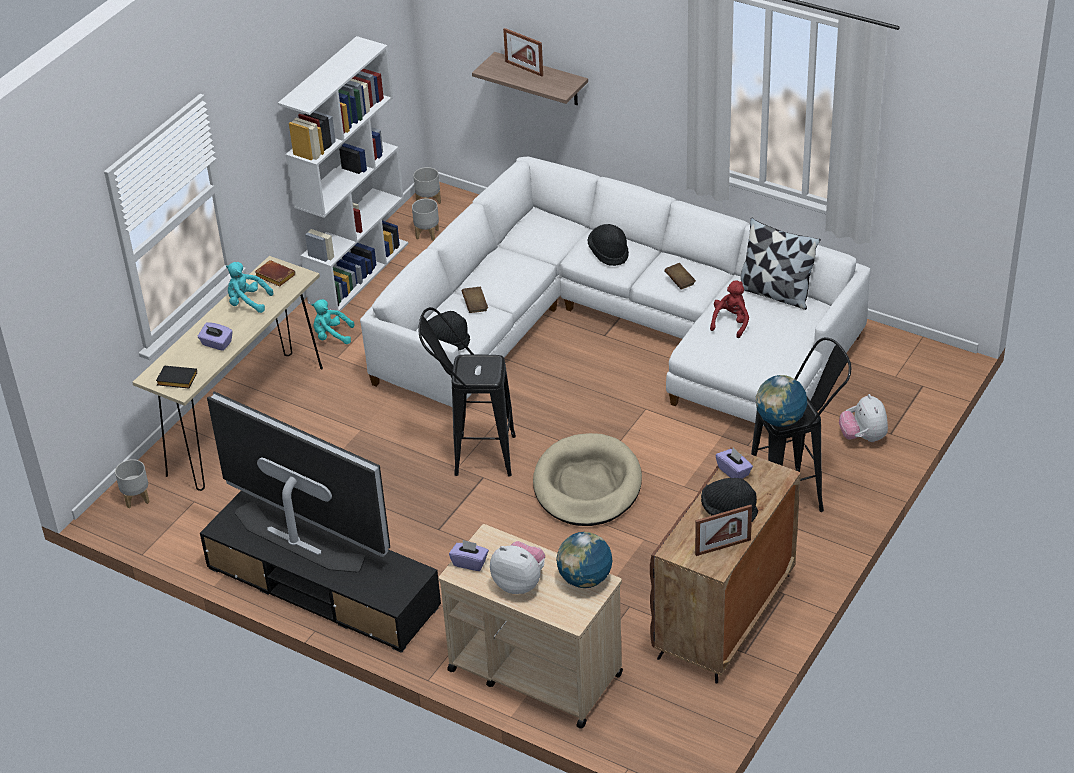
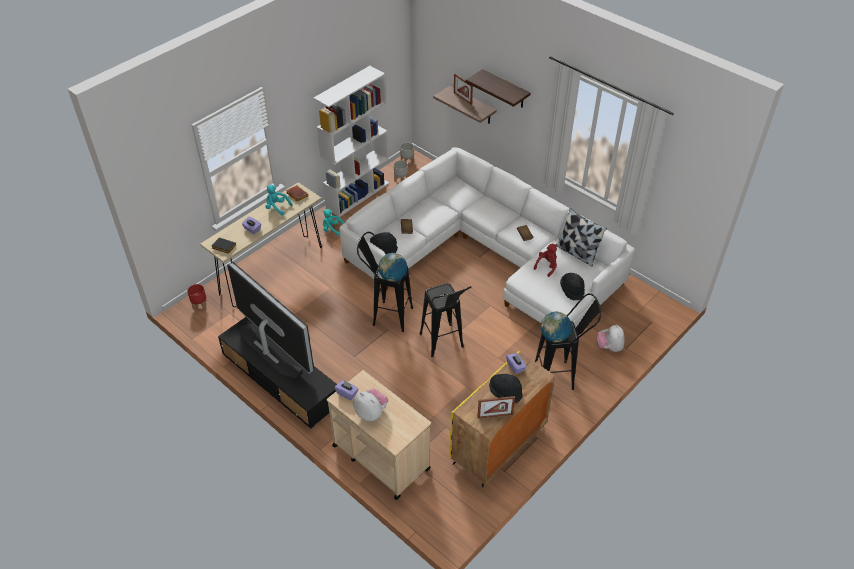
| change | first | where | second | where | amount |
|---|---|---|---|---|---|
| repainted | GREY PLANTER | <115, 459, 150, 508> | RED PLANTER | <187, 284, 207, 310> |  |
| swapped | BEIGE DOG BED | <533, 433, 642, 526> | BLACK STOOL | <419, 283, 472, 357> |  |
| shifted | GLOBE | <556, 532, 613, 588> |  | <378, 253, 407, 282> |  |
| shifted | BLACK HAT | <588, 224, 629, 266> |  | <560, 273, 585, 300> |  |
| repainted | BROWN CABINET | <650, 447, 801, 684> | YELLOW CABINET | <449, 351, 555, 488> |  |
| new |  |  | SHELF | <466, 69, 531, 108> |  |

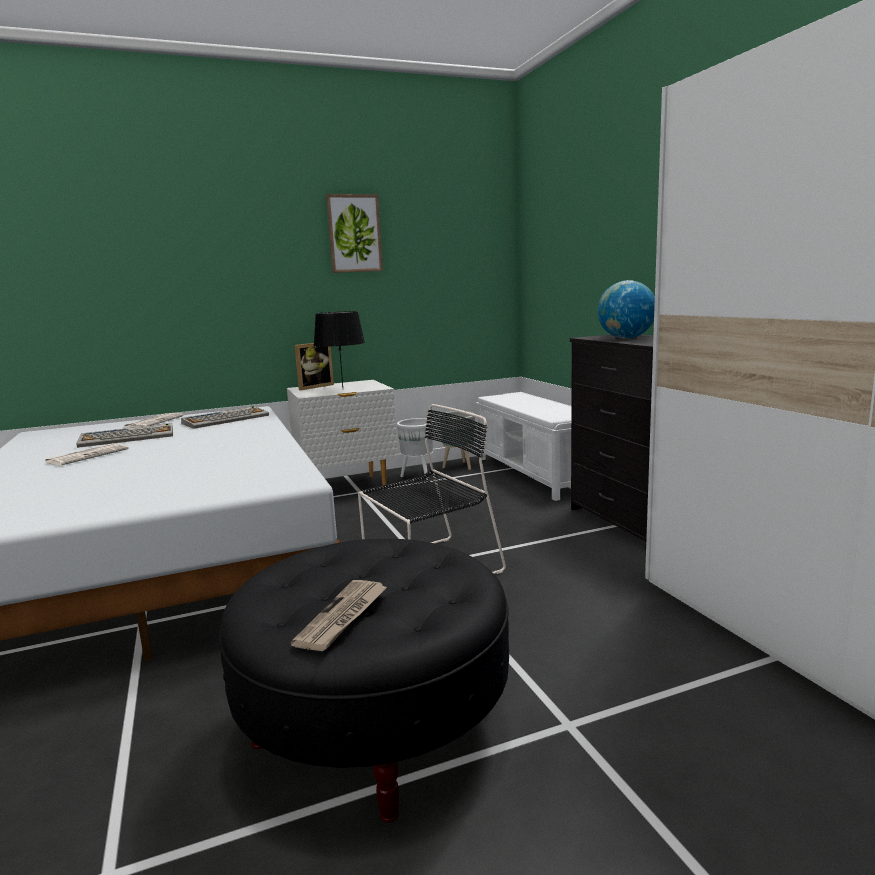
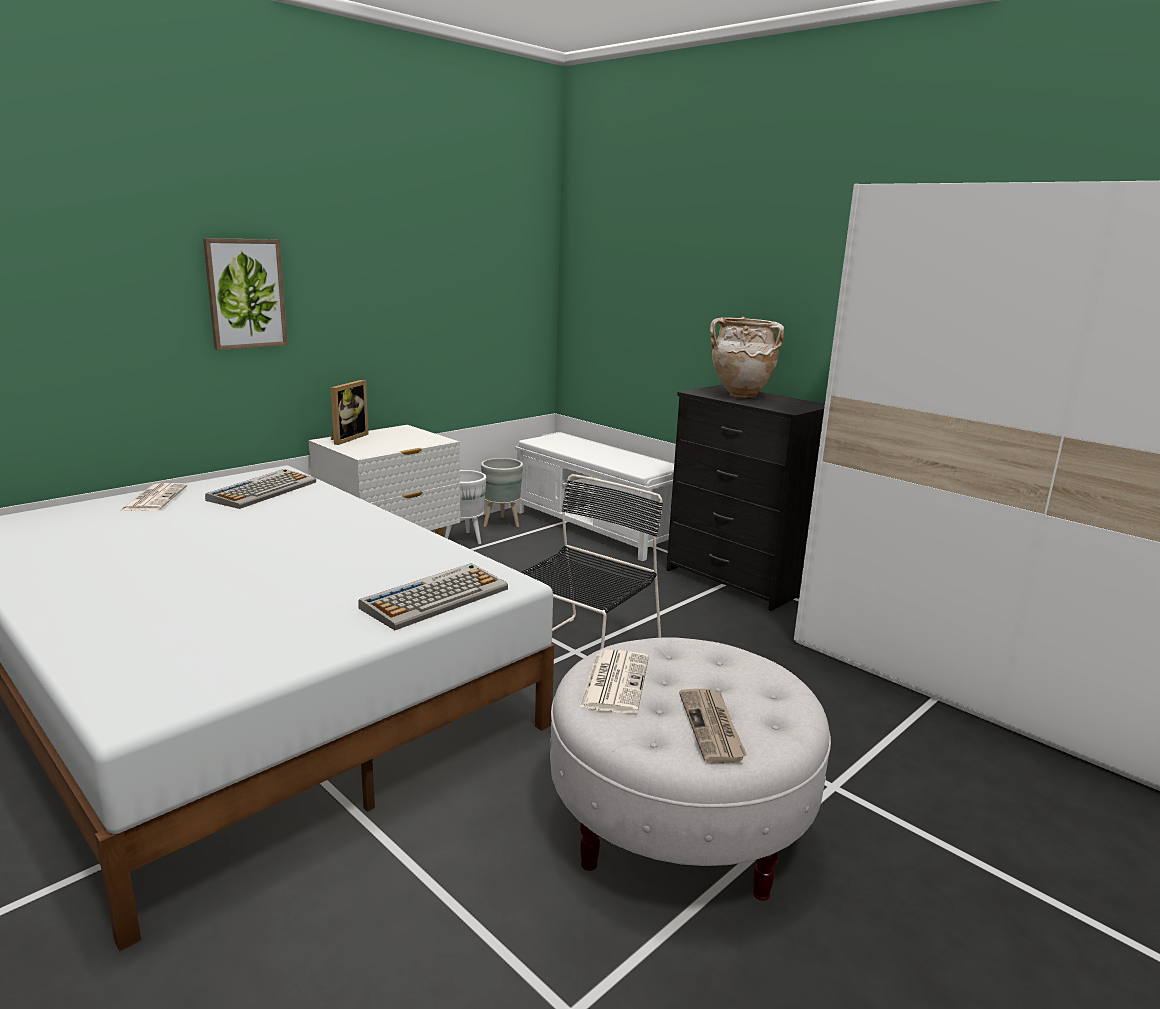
| change | first | where | second | where | amount |
|---|---|---|---|---|---|
| shifted | NEWSPAPER | <45, 443, 128, 466> |  | <579, 650, 649, 714> |  |
| shifted | KEYBOARD | <76, 423, 173, 448> |  | <358, 563, 508, 630> |  |
| repainted | BLACK OTTOMAN | <218, 539, 509, 822> | WHITE OTTOMAN | <550, 637, 831, 901> |  |
| gone | BLACK TABLE LAMP | <314, 311, 365, 387> |  |  |  |
| shifted | PICTURE | <326, 194, 383, 273> |  | <203, 238, 288, 350> |  |
| swapped | GLOBE | <598, 280, 655, 339> | BEIGE VASE | <710, 317, 784, 399> |  |

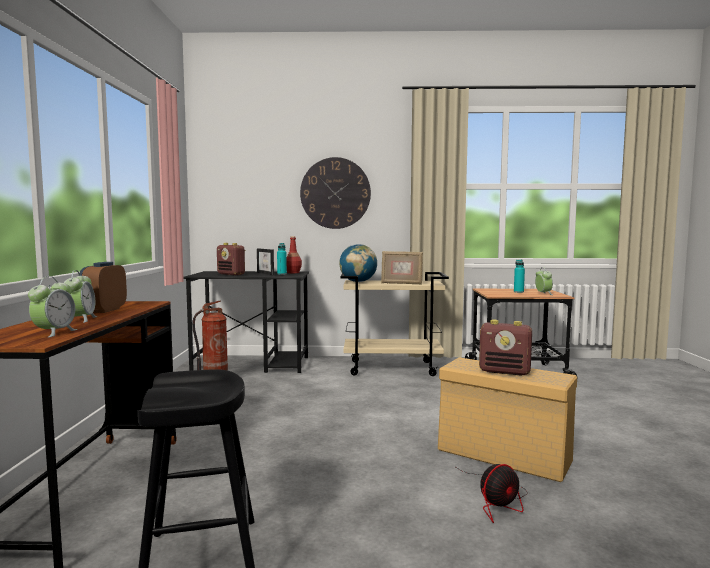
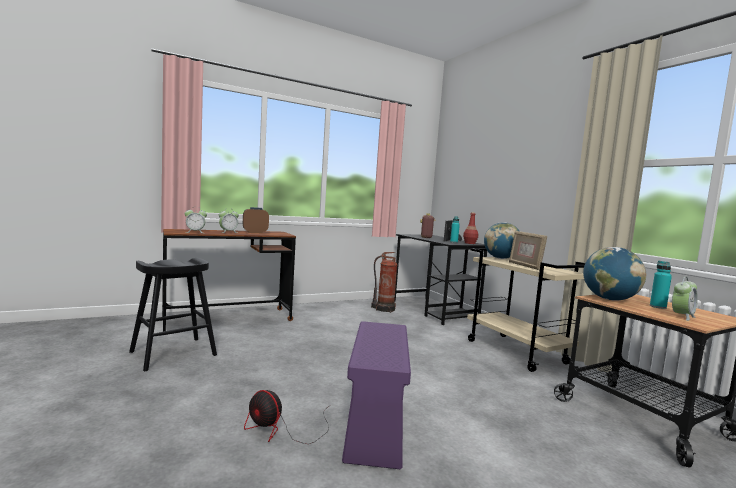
| change | first | where | second | where | amount |
|---|---|---|---|---|---|
| gone | WALL CLOCK | <300, 157, 371, 229> |  |  |  |
| repainted | BEIGE STORAGE BOX | <438, 357, 577, 482> | PURPLE STORAGE BOX | <342, 321, 411, 469> |  |
| gone | RADIO | <479, 320, 532, 376> |  |  |  |
| new |  |  | GLOBE | <583, 247, 647, 301> |  |

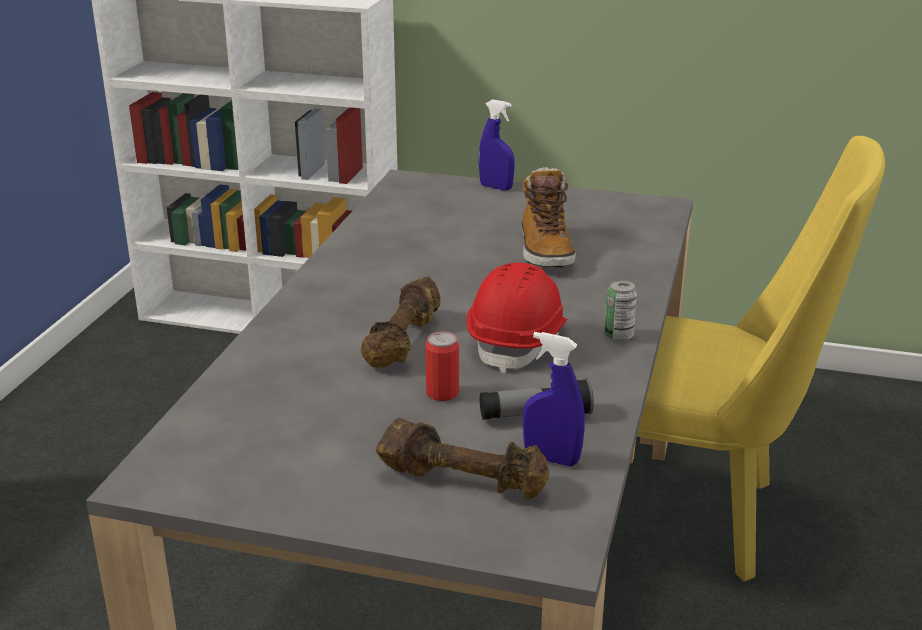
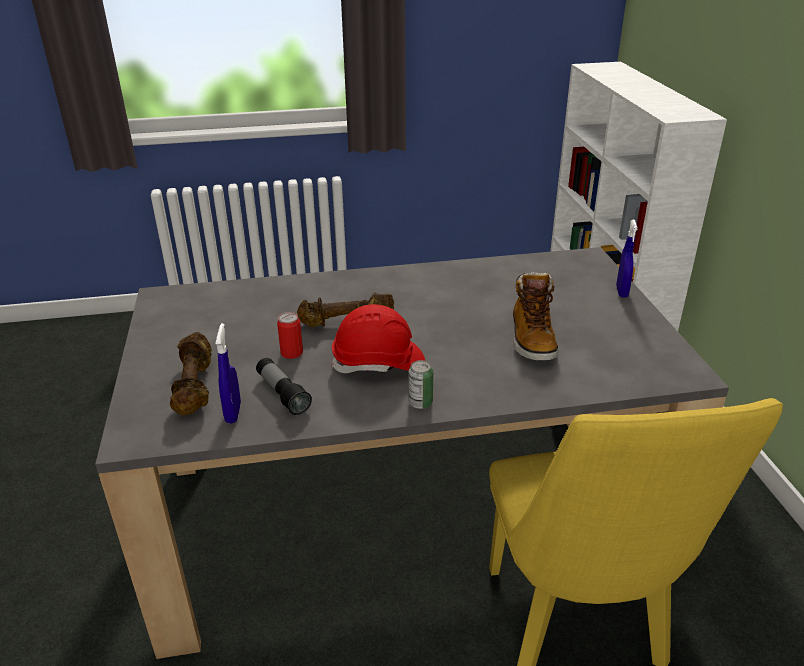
| change | first | where | second | where | amount |
|---|---|---|---|---|---|
| rotated | BOOT | <521, 167, 576, 268> |  | <513, 272, 559, 361> | 60 degrees counterclockwise |

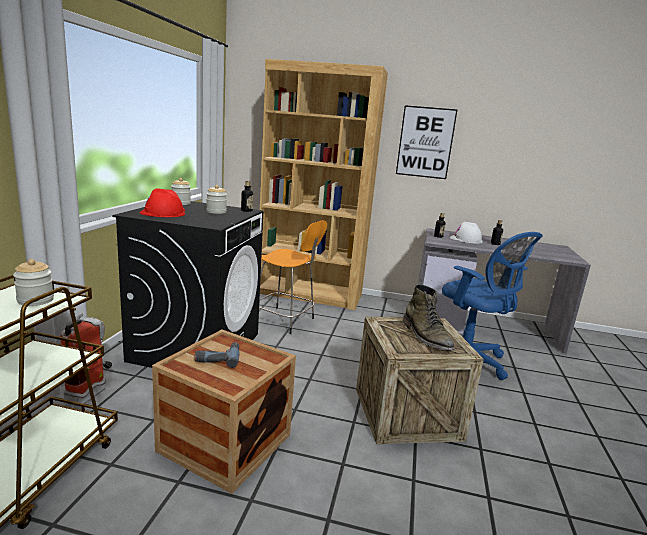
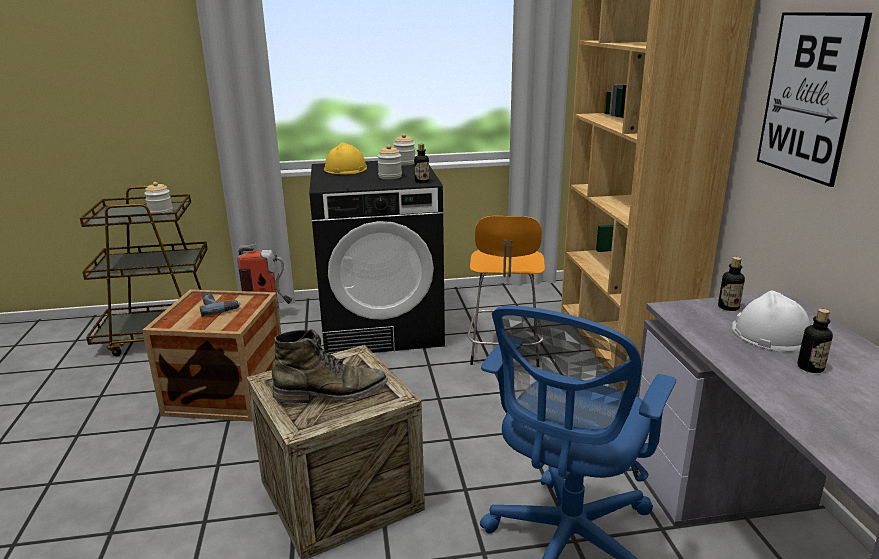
| change | first | where | second | where | amount |
|---|---|---|---|---|---|
| repainted | RED HARD HAT | <139, 189, 185, 217> | YELLOW HARD HAT | <324, 142, 367, 175> |  |
| rotated | GREEN BOOT | <403, 284, 455, 350> |  | <272, 329, 388, 403> | 150 degrees counterclockwise |

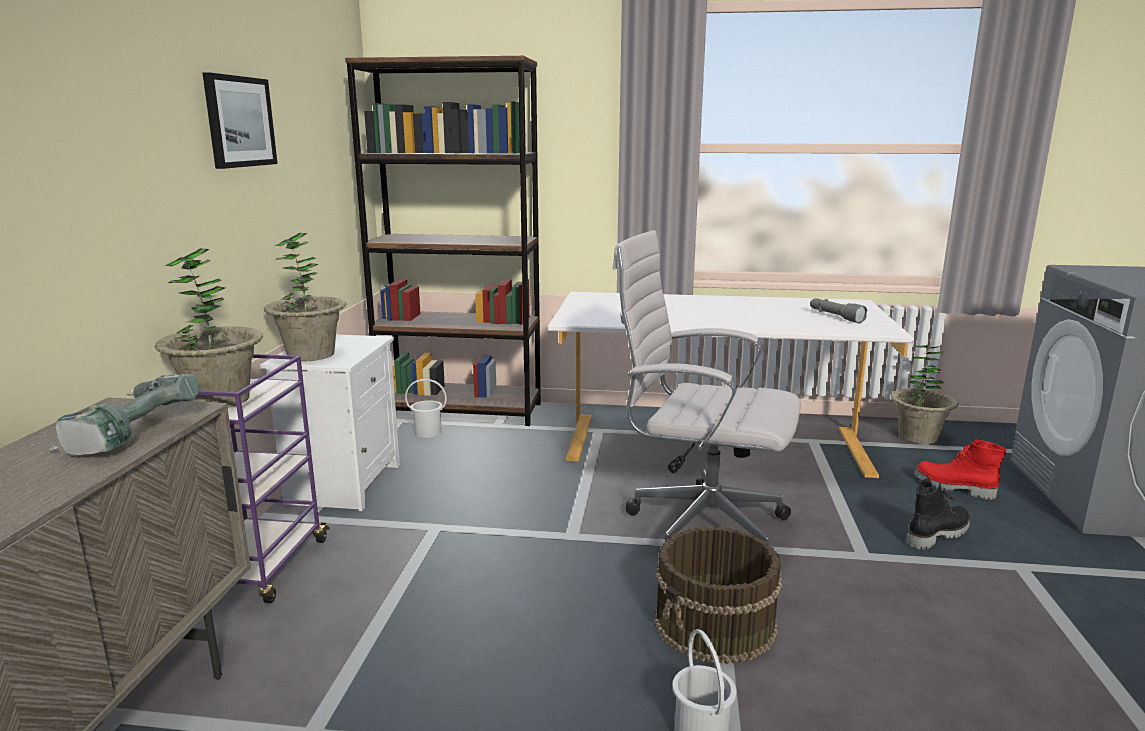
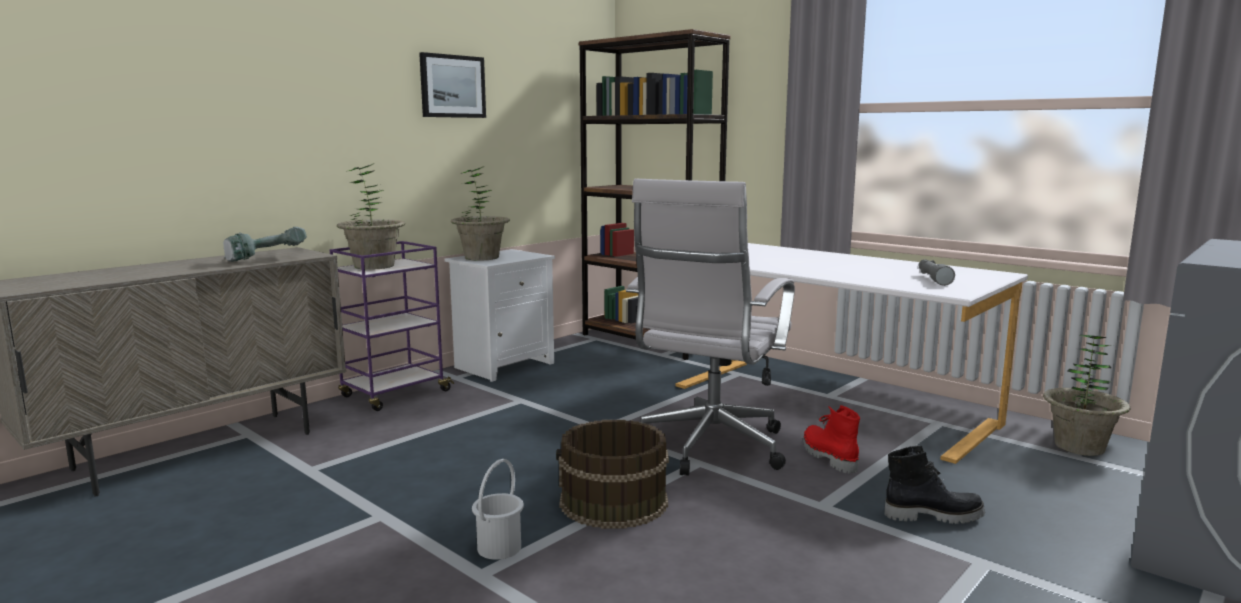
| change | first | where | second | where | amount |
|---|---|---|---|---|---|
| gone | WHITE BUCKET | <405, 379, 447, 438> |  |  |  |
| rotated | WHITE OFFICE CHAIR | <613, 230, 801, 554> |  | <626, 179, 795, 476> | 120 degrees counterclockwise |
| shifted | RED BOOT | <914, 439, 1006, 500> |  | <803, 405, 860, 474> |  |

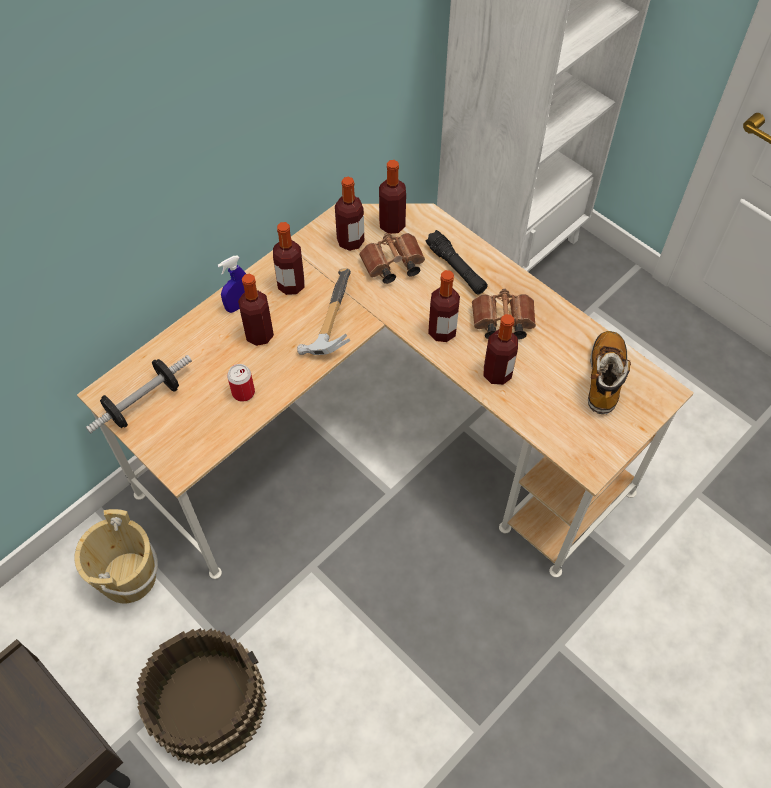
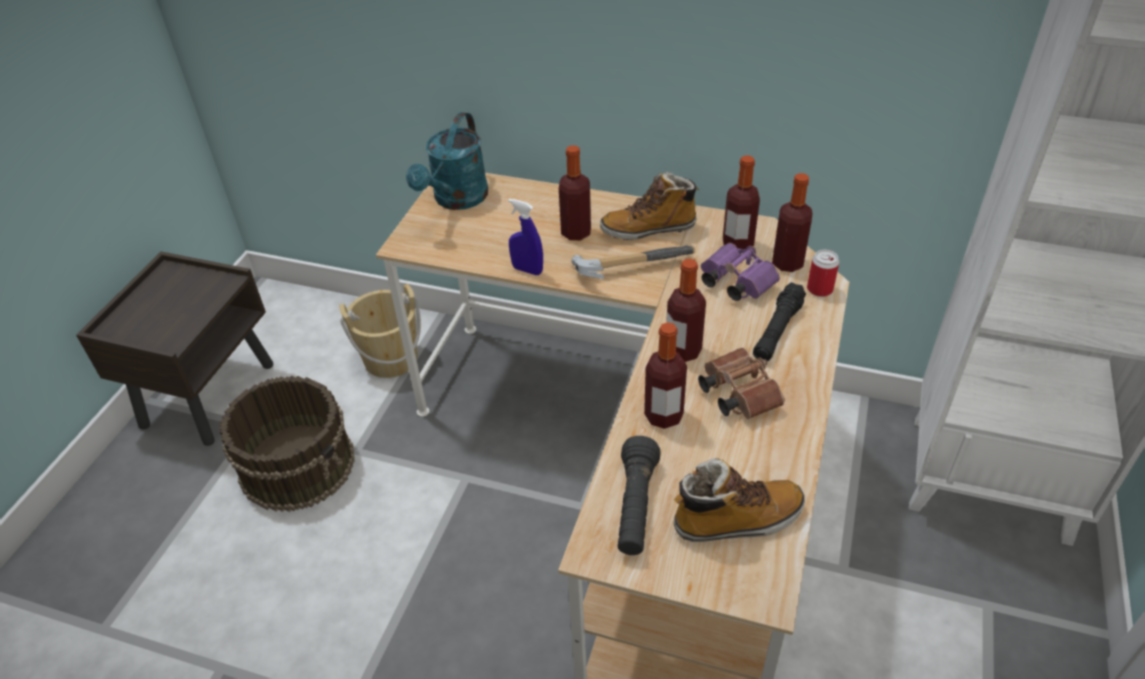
| change | first | where | second | where | amount |
|---|---|---|---|---|---|
| swapped | DUMBBELL | <86, 355, 192, 434> | TURQUOISE WATERING CAN | <406, 112, 488, 210> |  |
| shifted | BLUE SPRAY BOTTLE | <218, 255, 246, 313> |  | <508, 198, 543, 275> |  |
| shifted | CAN | <227, 364, 255, 402> |  | <807, 250, 839, 297> |  |
| swapped | BOTTLE | <273, 222, 305, 295> | BOOT | <600, 172, 699, 240> |  |
| repainted | BROWN BINOCULARS | <359, 233, 425, 284> | PURPLE BINOCULARS | <701, 243, 780, 301> |  |
| new |  |  | BLACK FLASHLIGHT | <618, 436, 661, 555> |  |

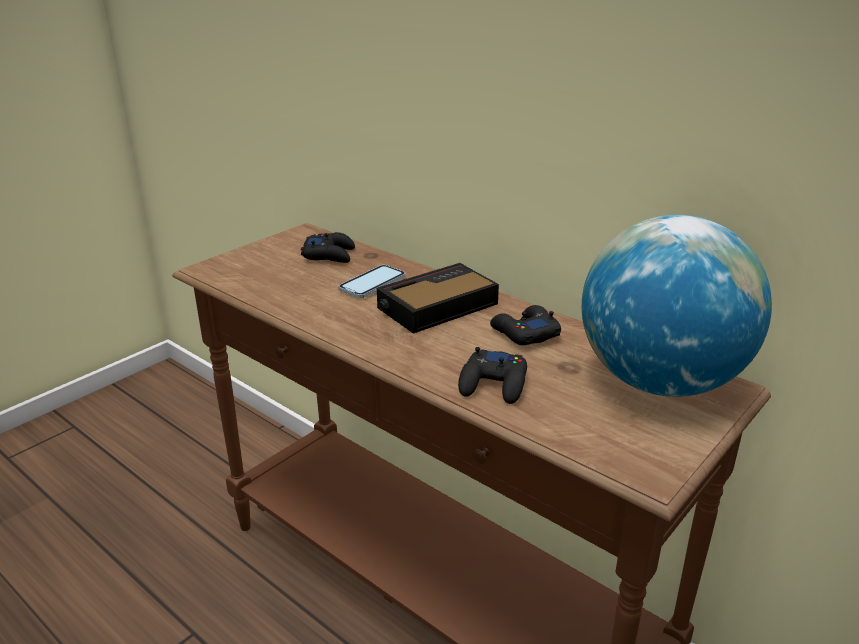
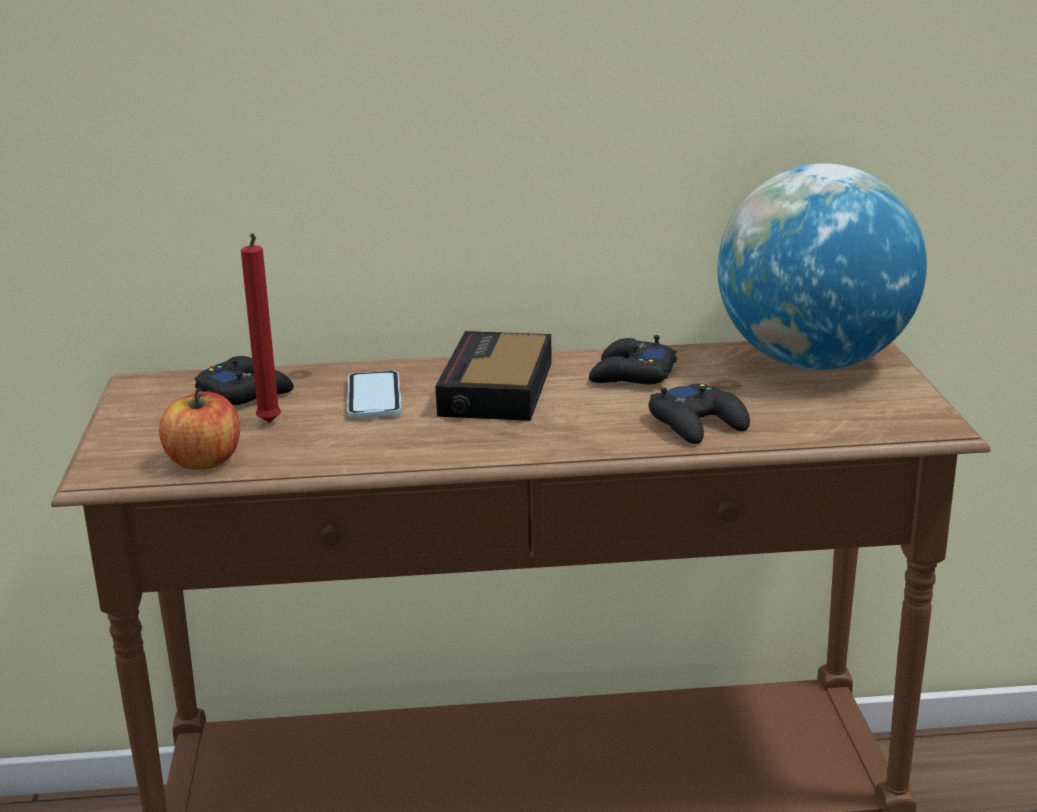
| change | first | where | second | where | amount |
|---|---|---|---|---|---|
| new |  |  | APPLE | <159, 388, 240, 470> |  |
| new |  |  | RED CANDLE | <241, 233, 281, 423> |  |

